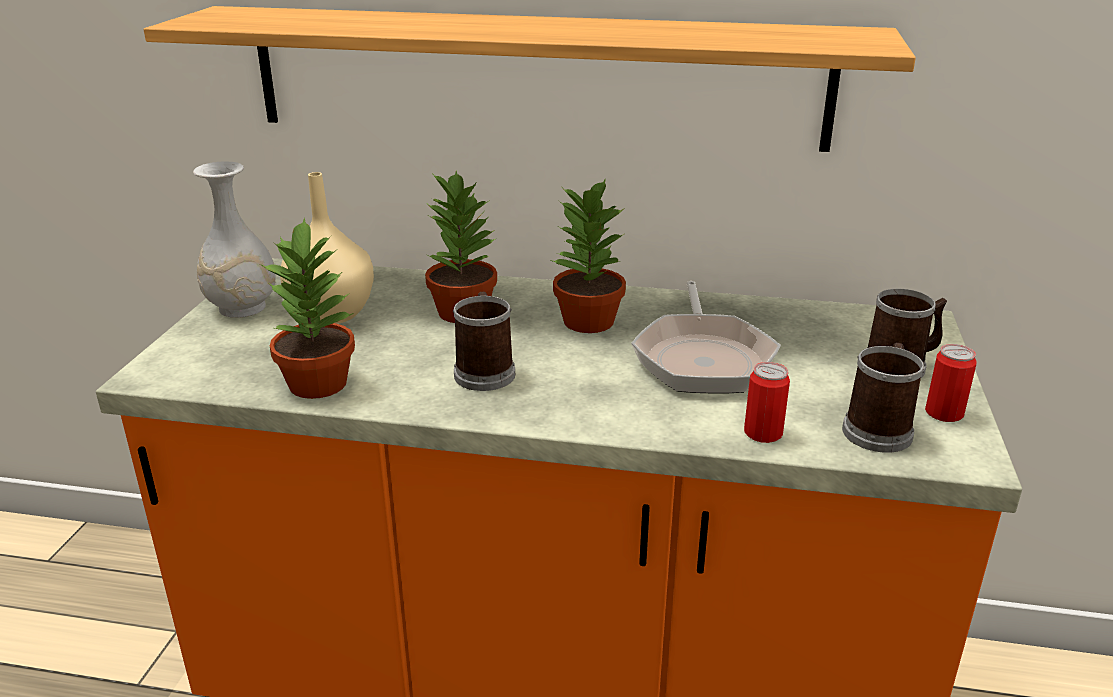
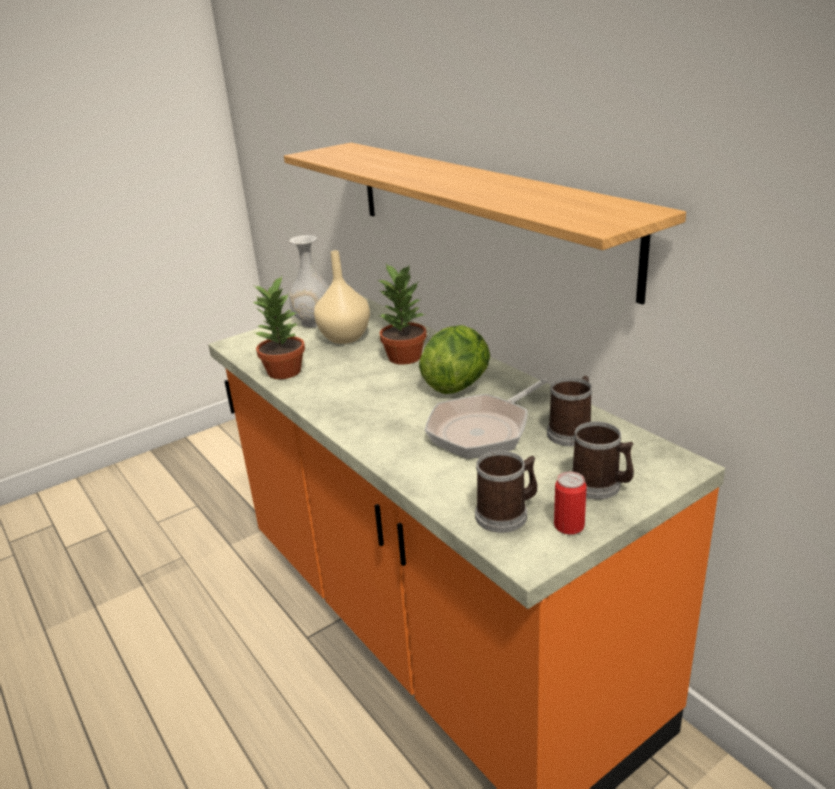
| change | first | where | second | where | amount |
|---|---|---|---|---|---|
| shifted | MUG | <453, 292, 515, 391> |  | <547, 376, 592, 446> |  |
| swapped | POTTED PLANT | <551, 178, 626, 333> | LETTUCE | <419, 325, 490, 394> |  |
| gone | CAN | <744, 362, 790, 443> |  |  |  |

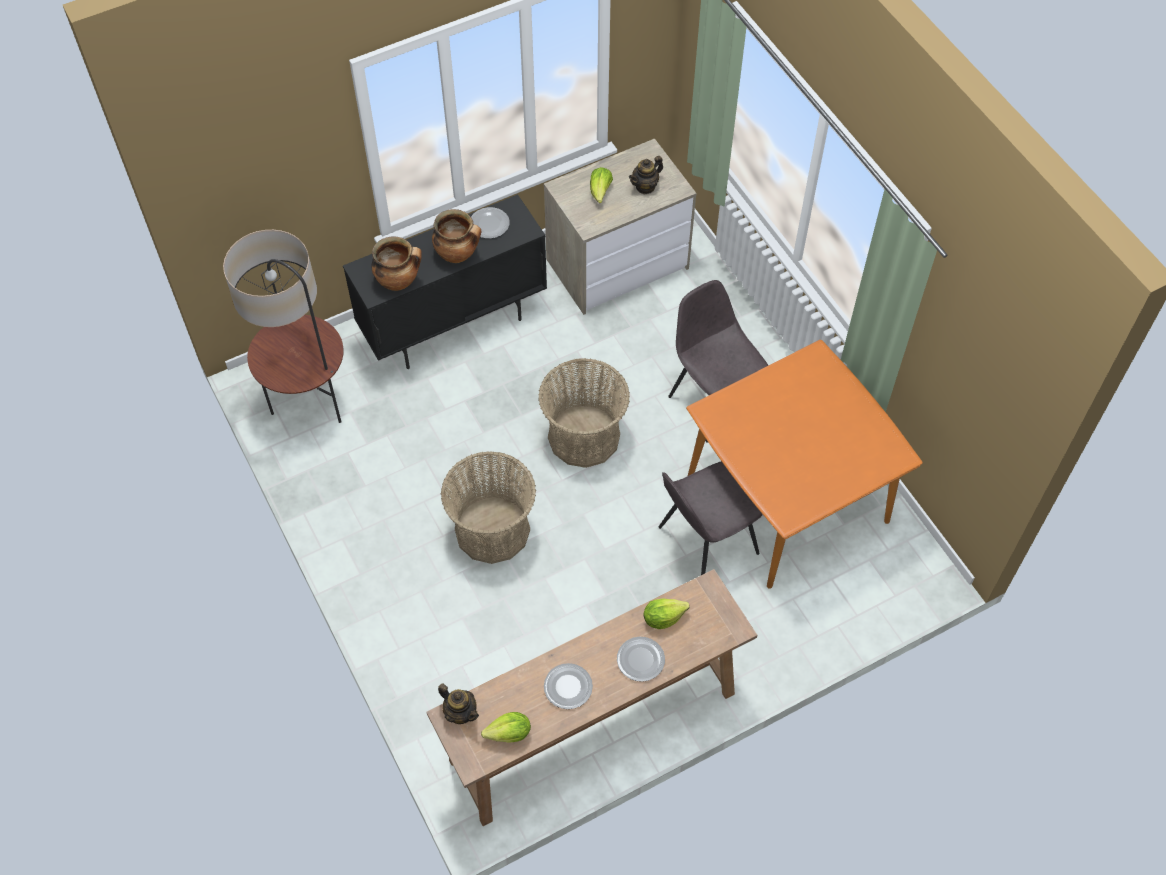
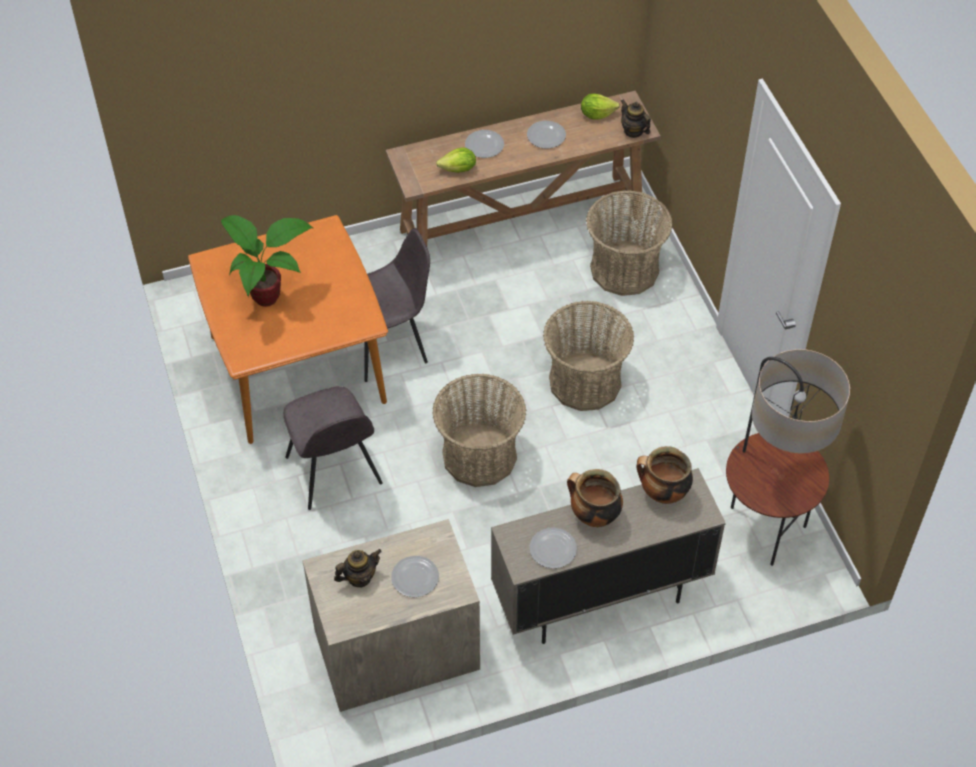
| change | first | where | second | where | amount |
|---|---|---|---|---|---|
| repainted | BLACK CABINET | <343, 194, 547, 369> | BEIGE CABINET | <491, 468, 726, 644> |  |
| swapped | LETTUCE | <590, 167, 613, 203> | PLATE | <391, 556, 439, 597> |  |
| new |  |  | POTTED PLANT | <221, 215, 313, 307> |  |
| new |  |  | BASKET | <586, 190, 673, 296> |  |

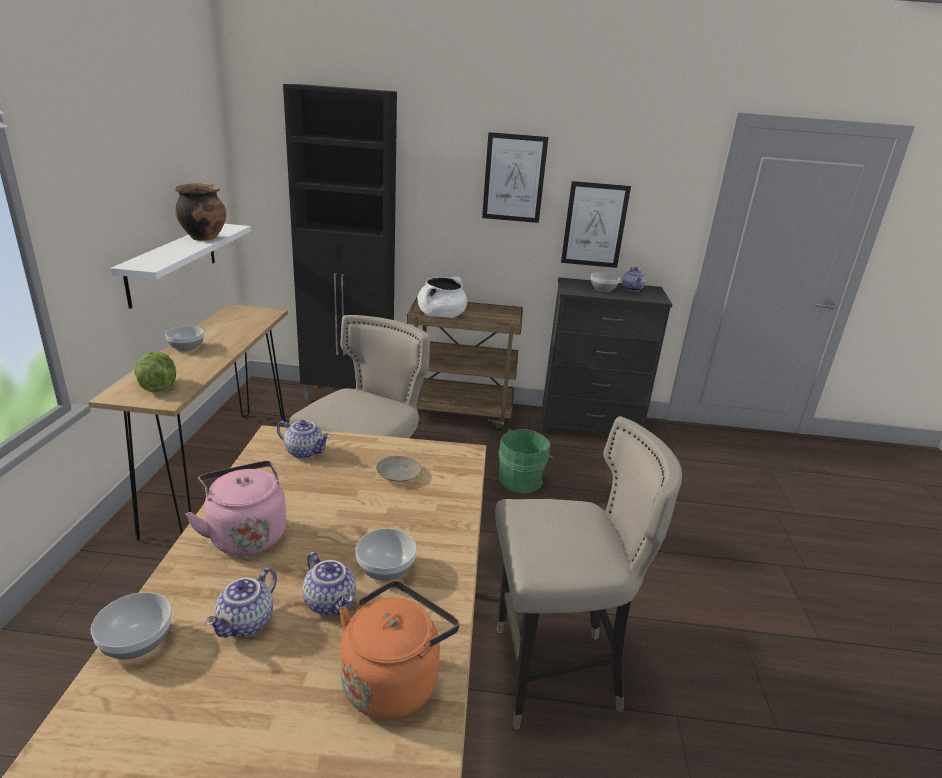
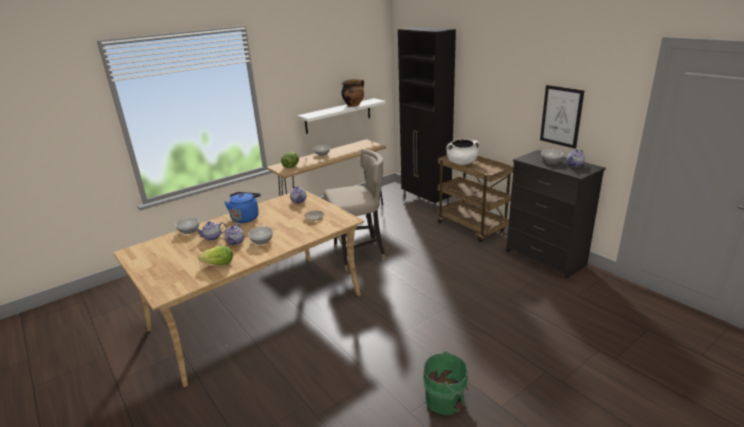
| change | first | where | second | where | amount |
|---|---|---|---|---|---|
| repainted | PINK KETTLE | <186, 461, 286, 555> | BLUE KETTLE | <224, 192, 261, 223> |  |
| swapped | ORANGE KETTLE | <339, 580, 459, 720> | LETTUCE | <198, 246, 233, 265> |  |
| gone | PICTURE | <482, 132, 548, 223> |  |  |  |
| gone | BEIGE STOOL | <495, 416, 682, 729> |  |  |  |
| shifted | GREEN BUCKET | <498, 429, 554, 494> |  | <423, 351, 469, 415> |  |

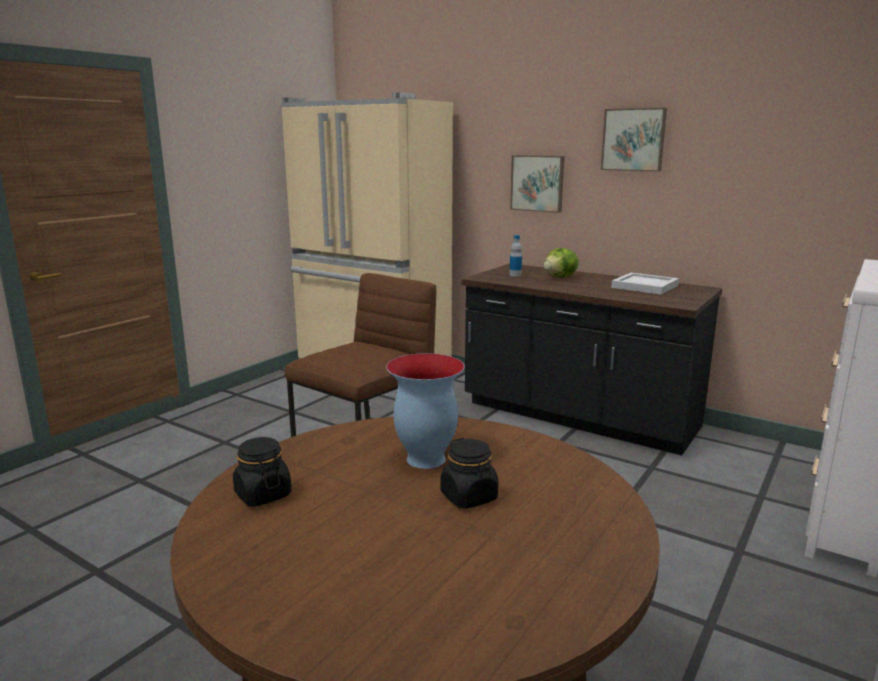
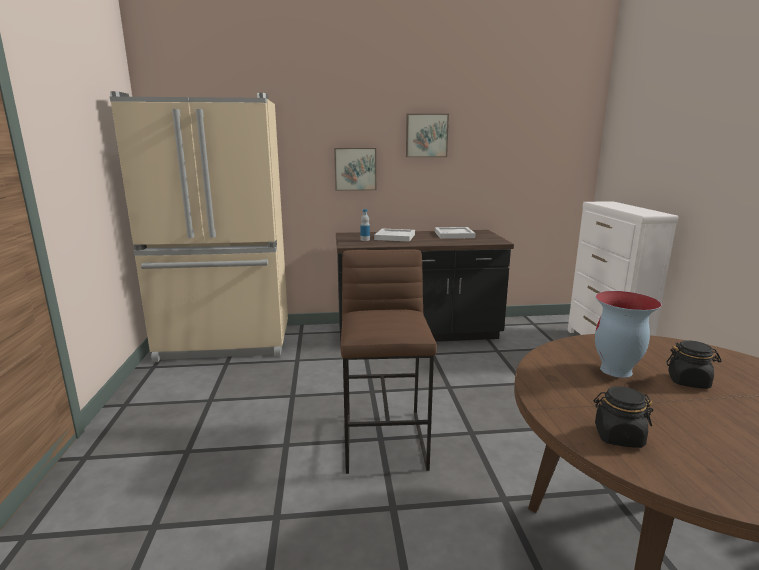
| change | first | where | second | where | amount |
|---|---|---|---|---|---|
| swapped | LETTUCE | <544, 248, 579, 277> | WHITE TRAY | <374, 229, 415, 242> |  |

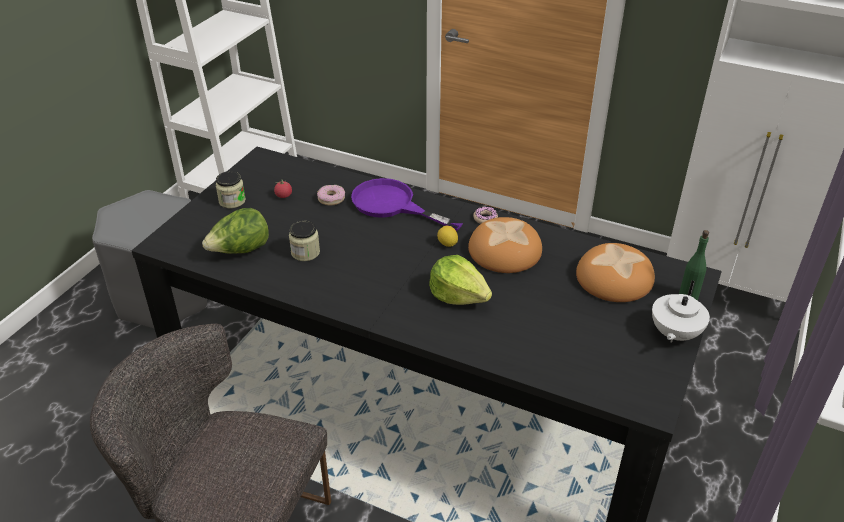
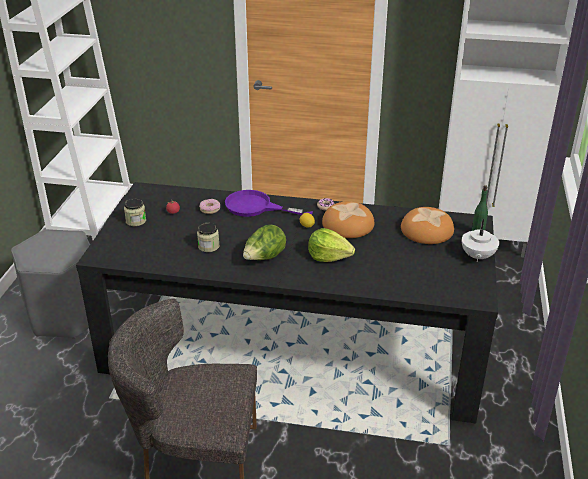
| change | first | where | second | where | amount |
|---|---|---|---|---|---|
| shifted | LETTUCE | <202, 208, 269, 254> |  | <243, 224, 286, 260> |  |

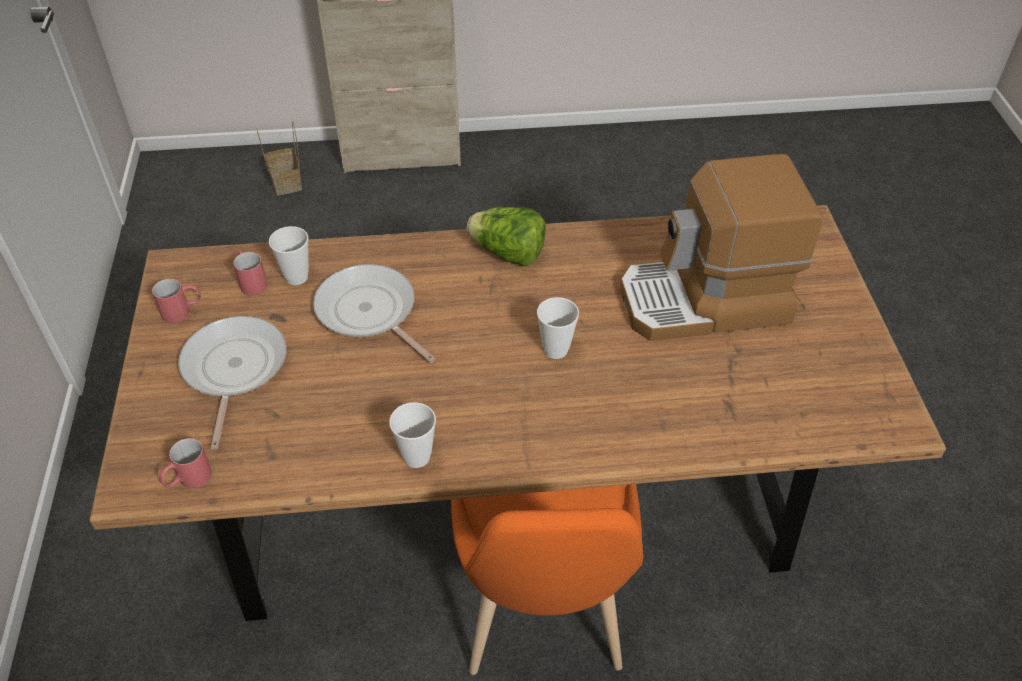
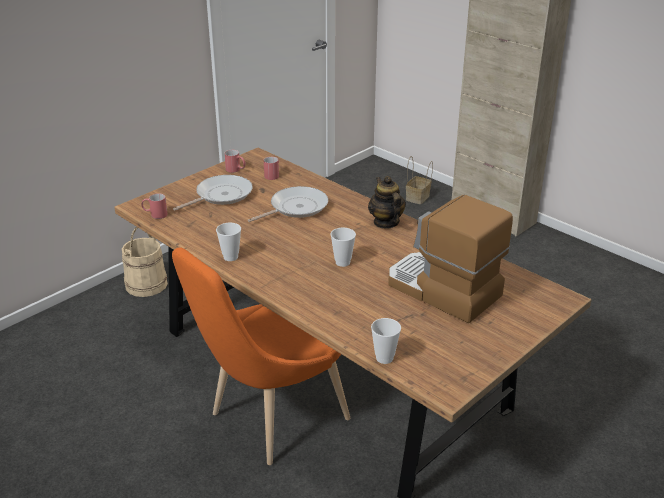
| change | first | where | second | where | amount |
|---|---|---|---|---|---|
| shifted | CUP | <269, 226, 309, 285> |  | <371, 318, 401, 364> |  |
| rotated | FRYING PAN | <313, 264, 435, 363> |  | <248, 186, 328, 222> | 45 degrees clockwise |
| swapped | LETTUCE | <467, 207, 546, 267> | TEAPOT | <368, 176, 406, 229> |  |
| new |  |  | BEIGE BUCKET | <122, 227, 168, 297> |  |

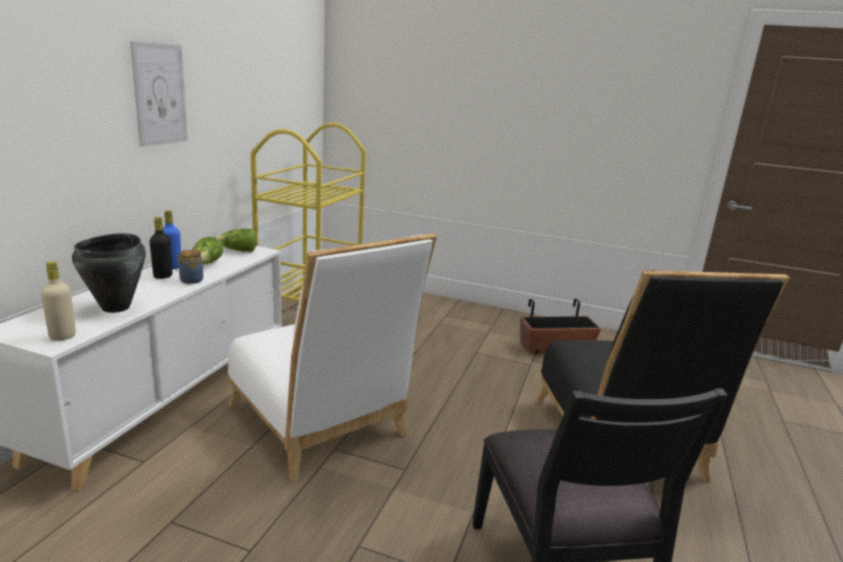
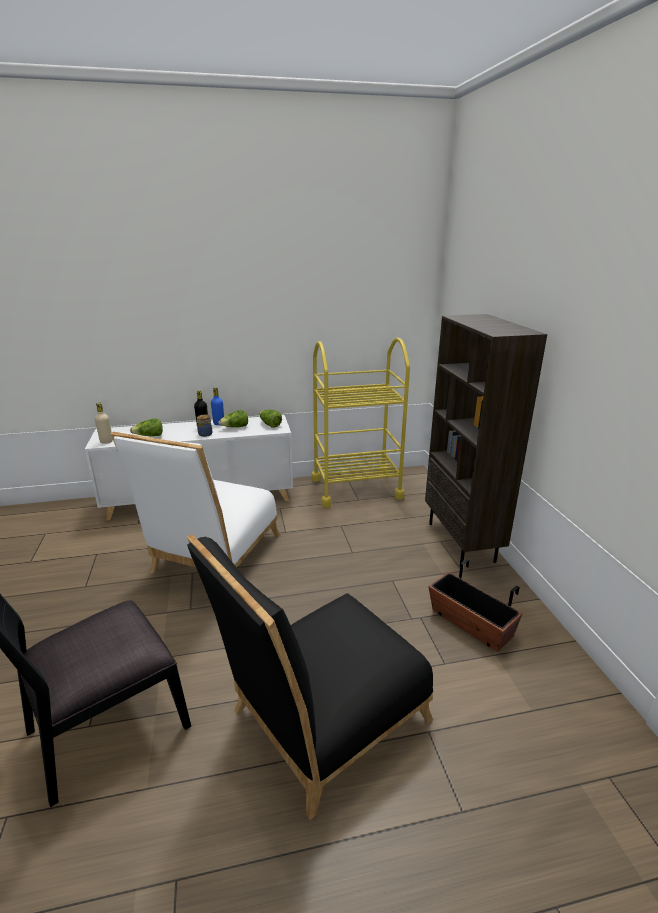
| change | first | where | second | where | amount |
|---|---|---|---|---|---|
| swapped | BLACK COOKING POT | <72, 233, 146, 313> | LETTUCE | <130, 418, 163, 436> |  |
| gone | PICTURE | <130, 41, 188, 147> |  |  |  |
| new |  |  | BROWN BOOKCASE | <425, 314, 547, 565> |  |

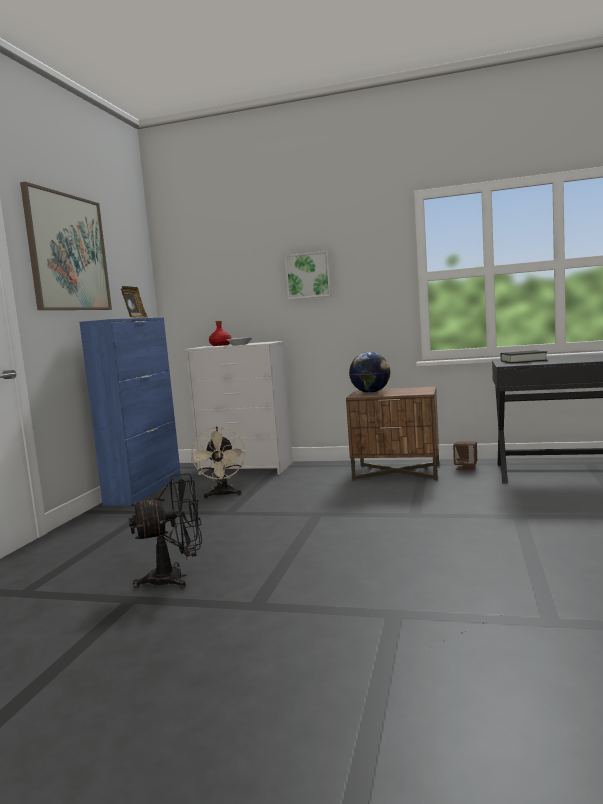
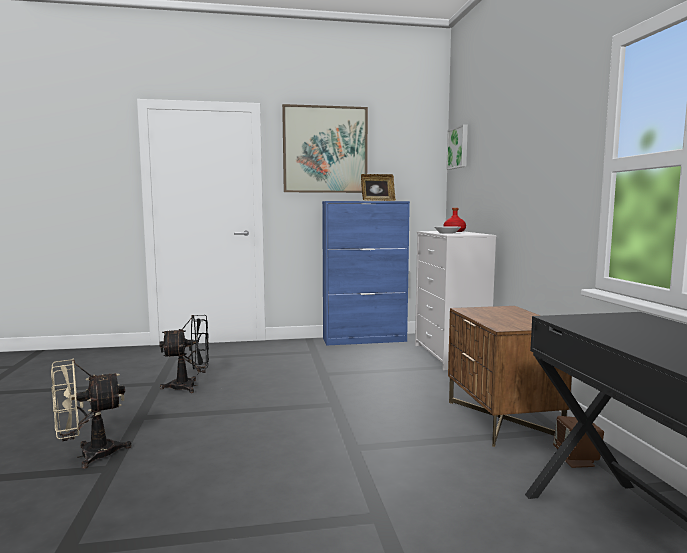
| change | first | where | second | where | amount |
|---|---|---|---|---|---|
| rotated | BLACK FAN | <128, 473, 202, 588> |  | <159, 315, 209, 393> | 60 degrees counterclockwise |
| shifted | BEIGE FAN | <191, 426, 245, 498> |  | <51, 358, 132, 469> |  |
| shifted | PICTURE | <285, 251, 332, 300> |  | <446, 124, 468, 170> |  |
| gone | GLOBE | <349, 352, 390, 393> |  |  |  |
| gone | BLACK BOOK | <500, 350, 547, 363> |  |  |  |

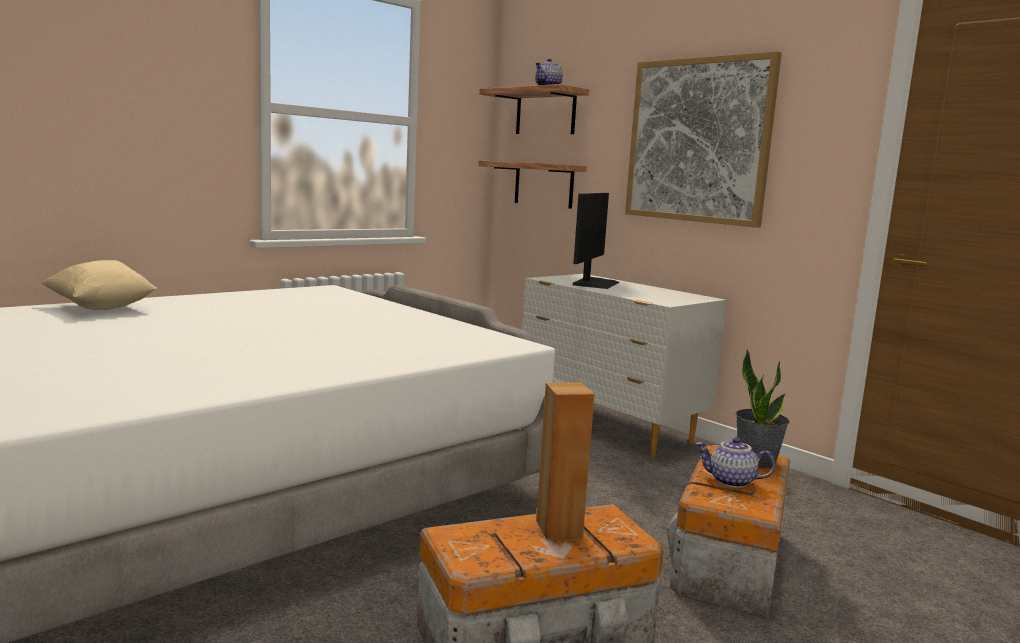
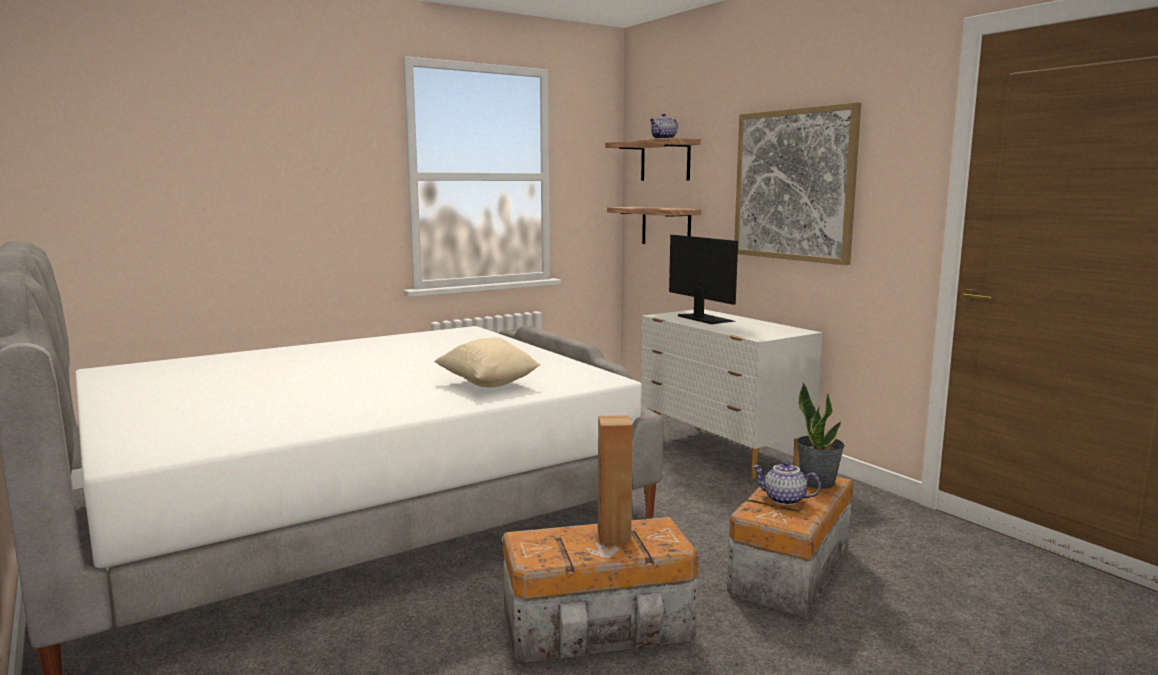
| change | first | where | second | where | amount |
|---|---|---|---|---|---|
| shifted | BEIGE PILLOW | <41, 260, 157, 310> |  | <434, 337, 541, 387> |  |
| rotated | MONITOR | <573, 193, 620, 289> |  | <669, 235, 738, 324> | 60 degrees counterclockwise |

